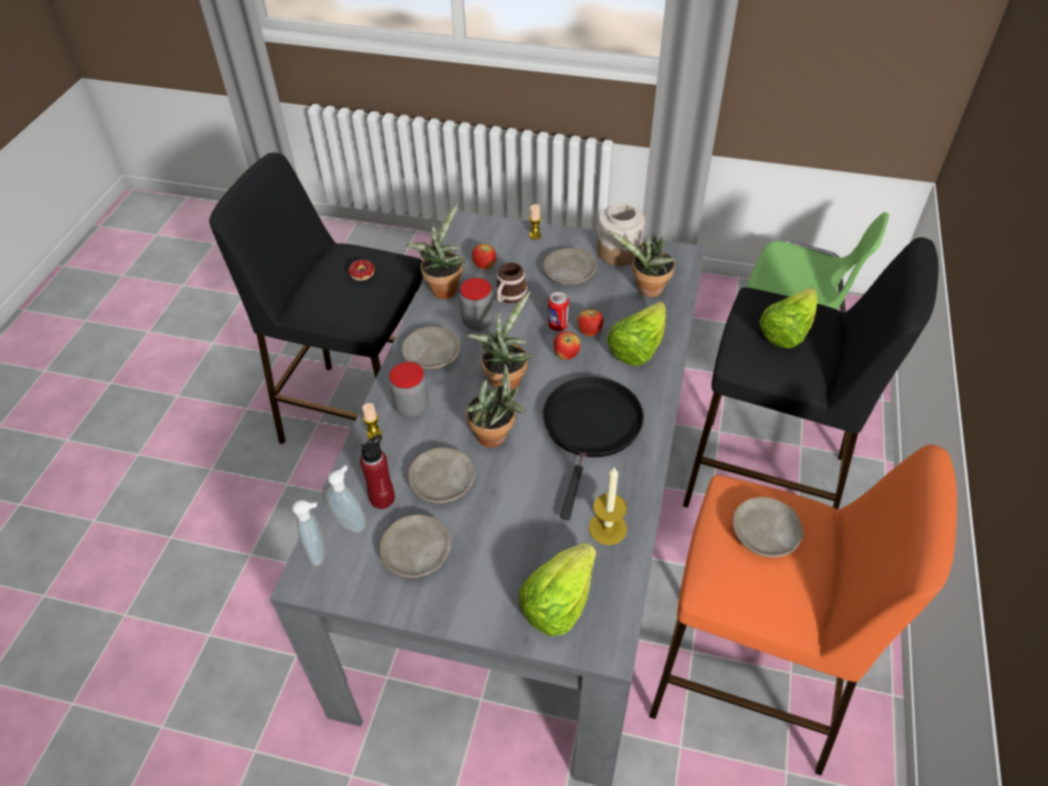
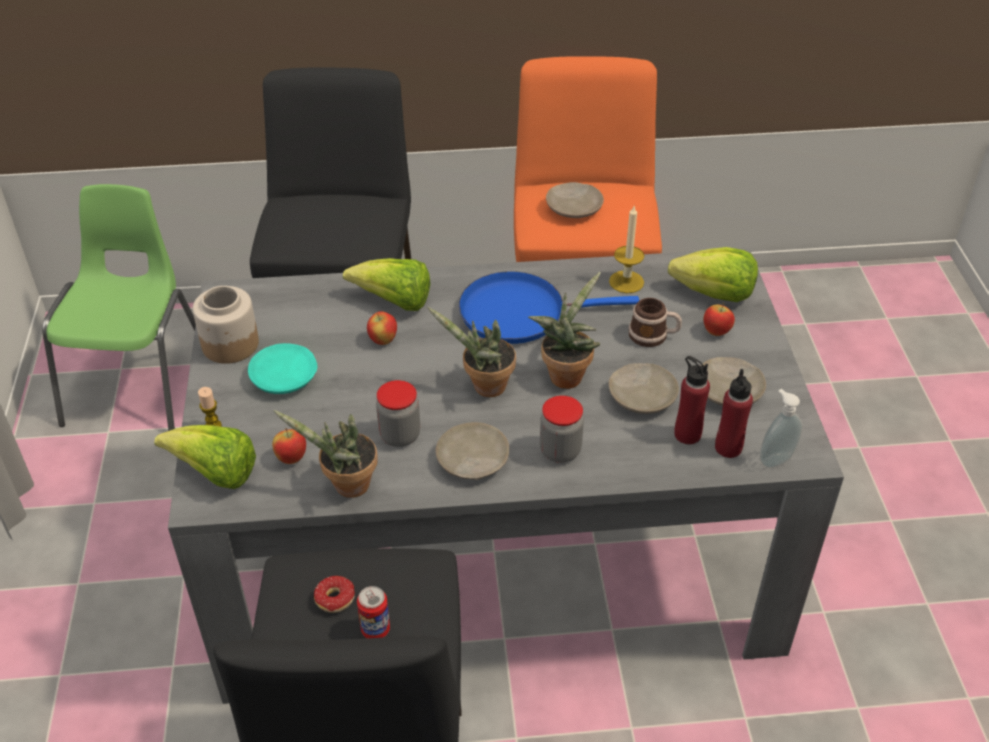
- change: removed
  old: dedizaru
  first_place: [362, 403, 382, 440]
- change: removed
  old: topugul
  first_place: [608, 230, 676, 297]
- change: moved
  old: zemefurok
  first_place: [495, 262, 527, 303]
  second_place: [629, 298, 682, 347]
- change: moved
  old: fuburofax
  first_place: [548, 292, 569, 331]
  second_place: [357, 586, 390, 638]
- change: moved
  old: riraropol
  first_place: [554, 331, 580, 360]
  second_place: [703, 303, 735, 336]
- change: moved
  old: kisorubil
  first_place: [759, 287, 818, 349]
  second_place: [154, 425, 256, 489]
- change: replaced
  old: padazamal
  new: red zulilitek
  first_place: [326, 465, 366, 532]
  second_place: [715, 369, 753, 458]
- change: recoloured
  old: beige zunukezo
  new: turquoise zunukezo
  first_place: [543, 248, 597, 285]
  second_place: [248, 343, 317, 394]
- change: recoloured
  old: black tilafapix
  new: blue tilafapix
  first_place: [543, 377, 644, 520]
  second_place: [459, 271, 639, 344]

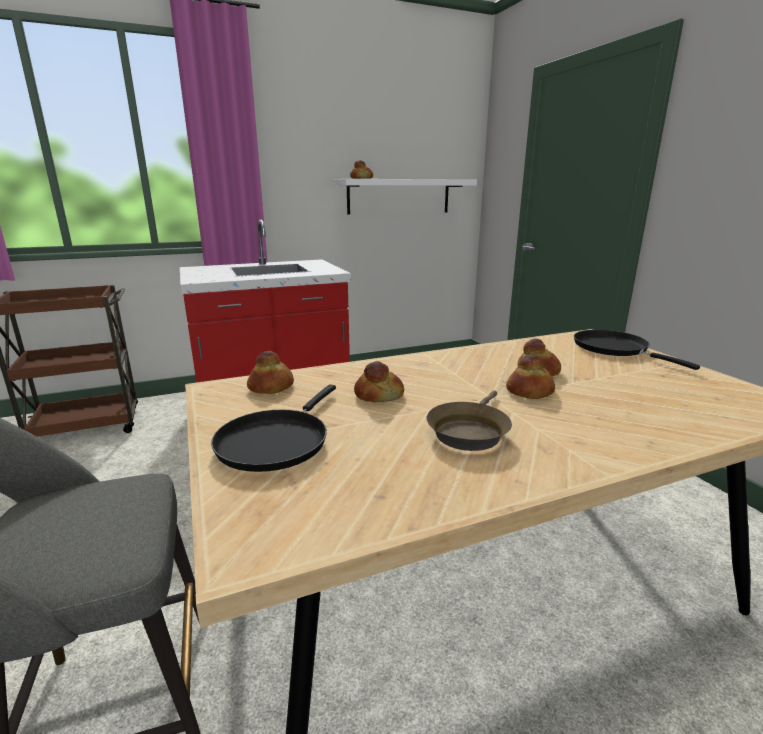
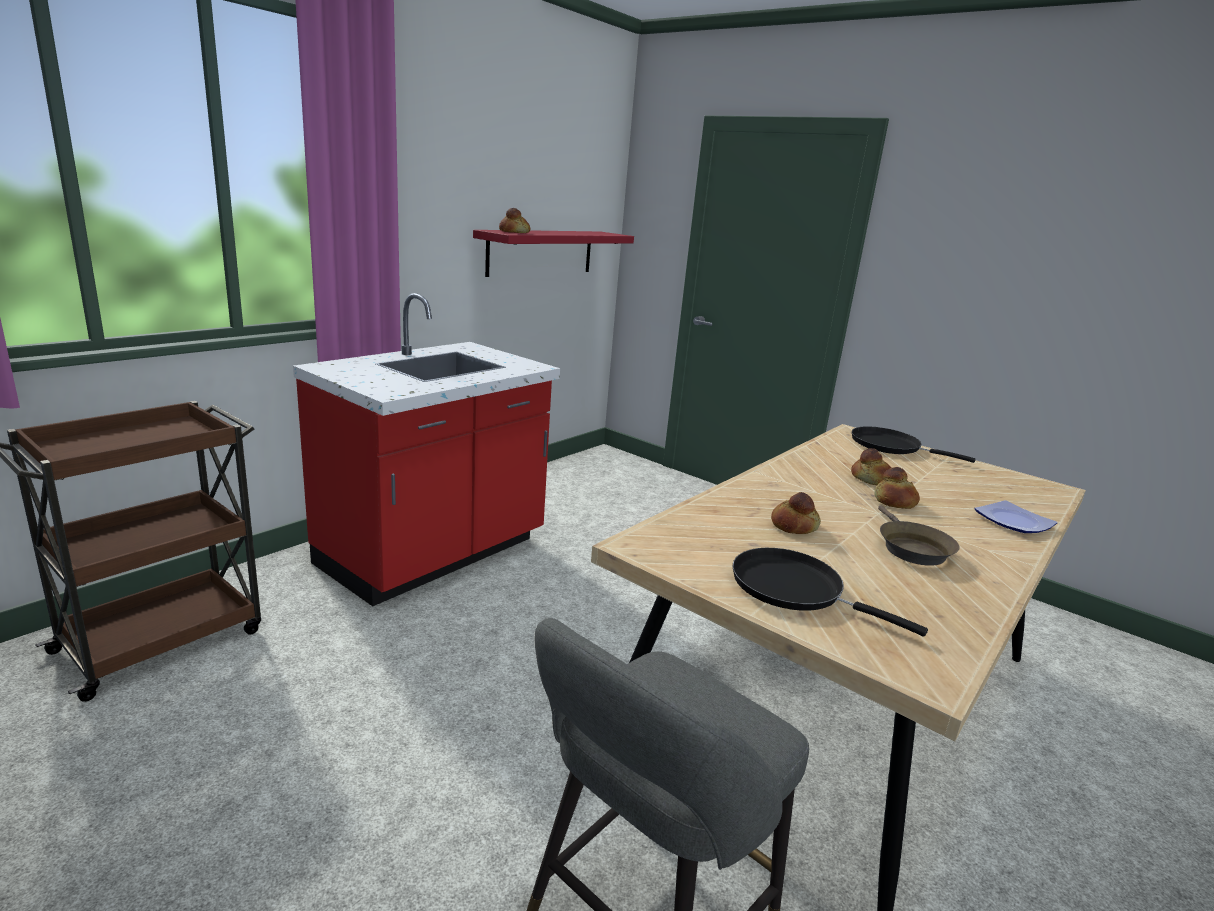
- change: removed
  old: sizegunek
  first_place: [247, 351, 294, 394]
- change: added
  new: zunukezo
  second_place: [974, 500, 1058, 533]
- change: recoloured
  old: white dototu
  new: red dototu
  first_place: [334, 179, 477, 215]
  second_place: [473, 230, 634, 277]
- change: turned
  old: black tilafapix
  first_place: [211, 384, 336, 472]
  second_place: [732, 548, 928, 637]
  degrees: 135

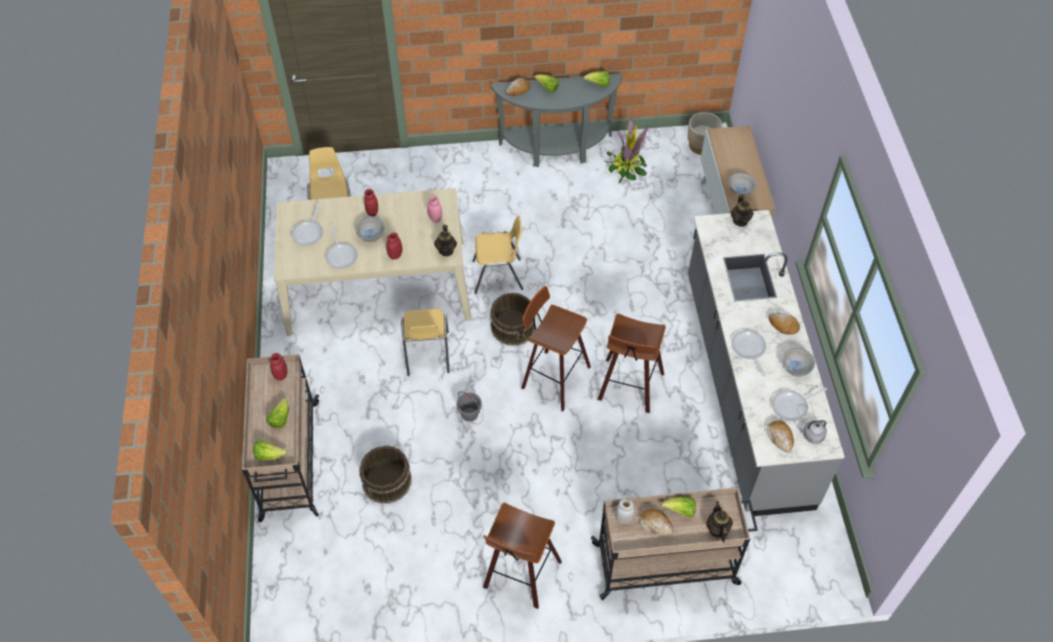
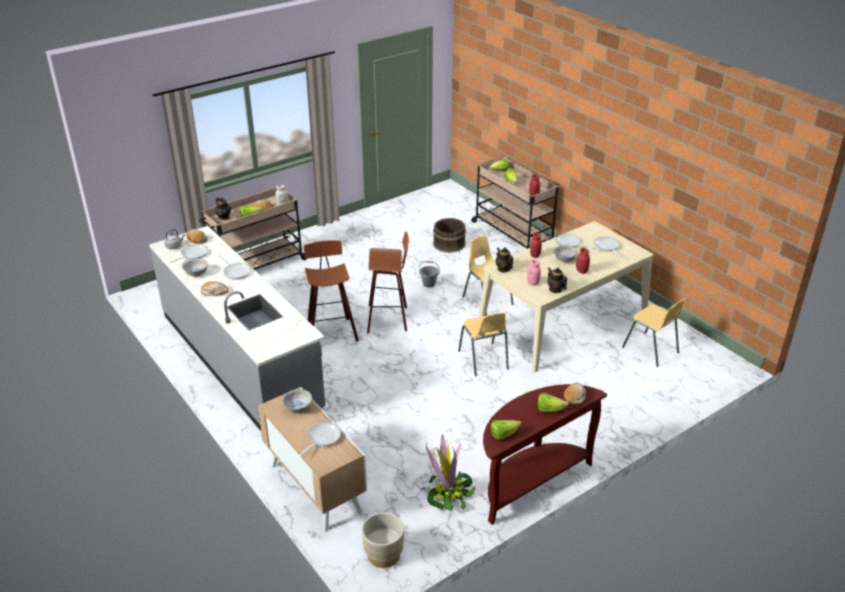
- change: removed
  old: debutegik
  first_place: [483, 503, 562, 609]
- change: removed
  old: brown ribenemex
  first_place: [490, 293, 535, 346]
- change: added
  new: tilafapix
  second_place: [299, 422, 341, 456]
- change: moved
  old: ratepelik
  first_place: [731, 195, 753, 227]
  second_place: [548, 267, 567, 293]
- change: recoloured
  old: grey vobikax
  new: brown vobikax
  first_place: [491, 73, 622, 167]
  second_place: [483, 384, 607, 525]
- change: turned
  old: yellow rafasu
  first_place: [473, 216, 523, 294]
  second_place: [458, 312, 509, 377]
  degrees: -75

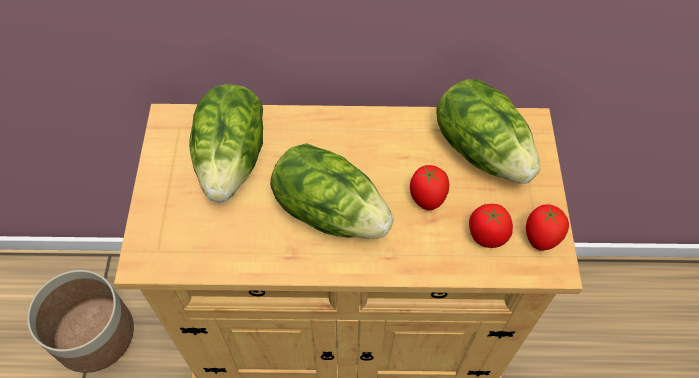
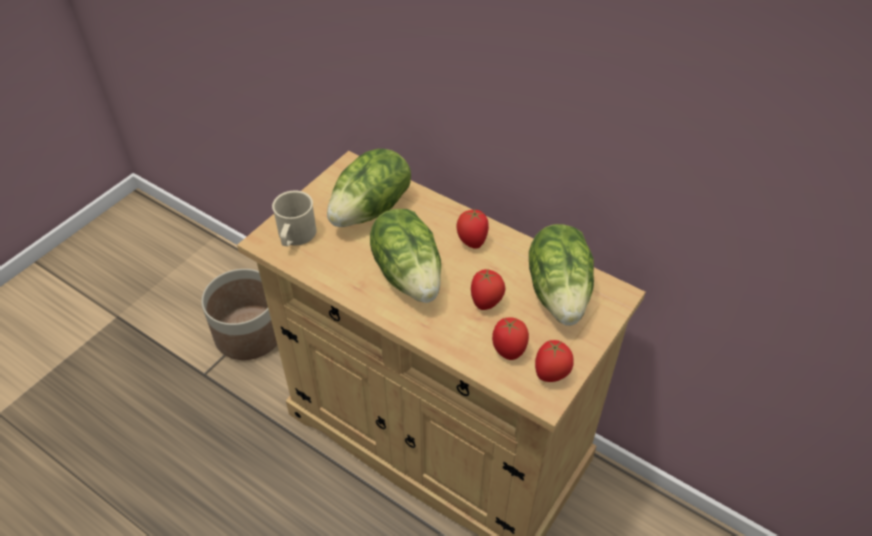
- change: added
  new: beige zemefurok
  second_place: [272, 190, 316, 246]
- change: added
  new: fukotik
  second_place: [456, 209, 489, 249]

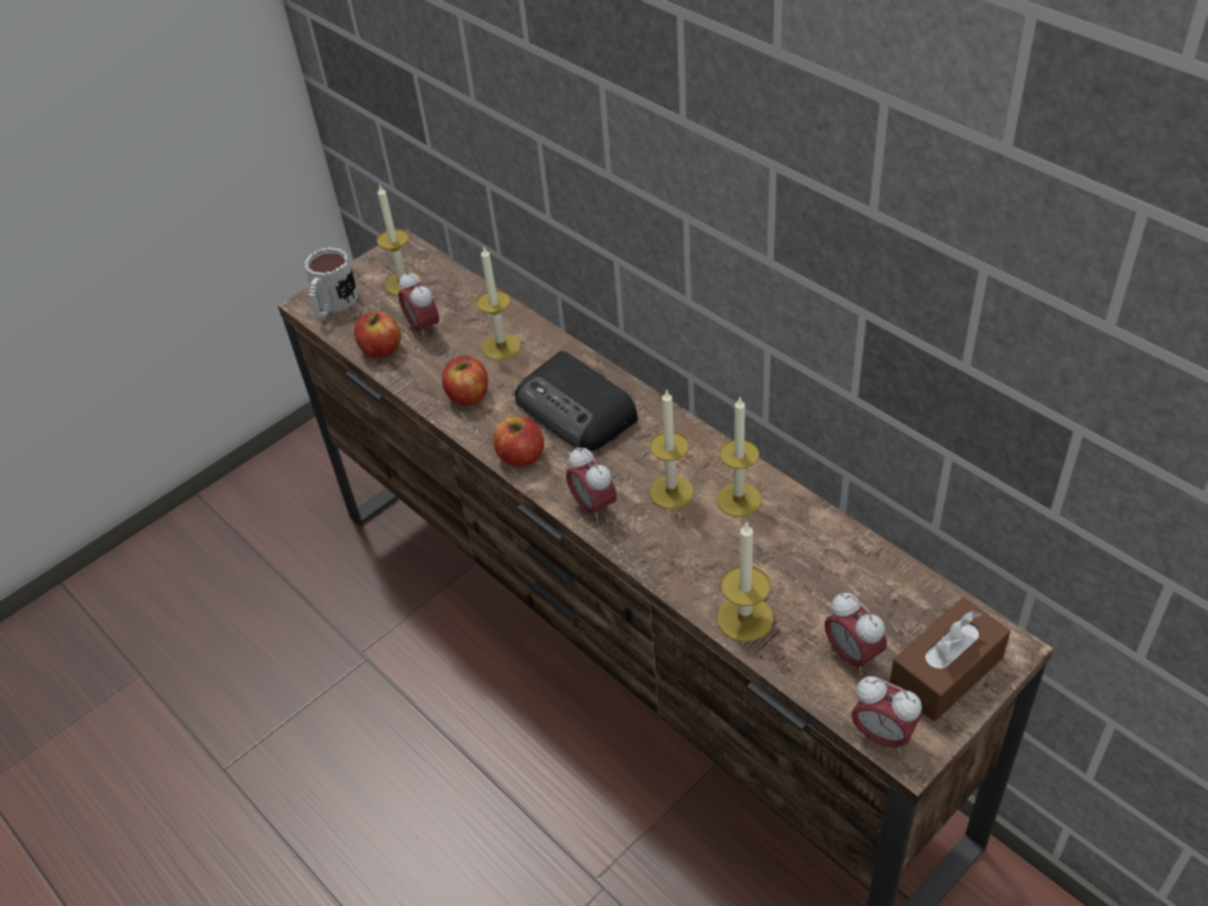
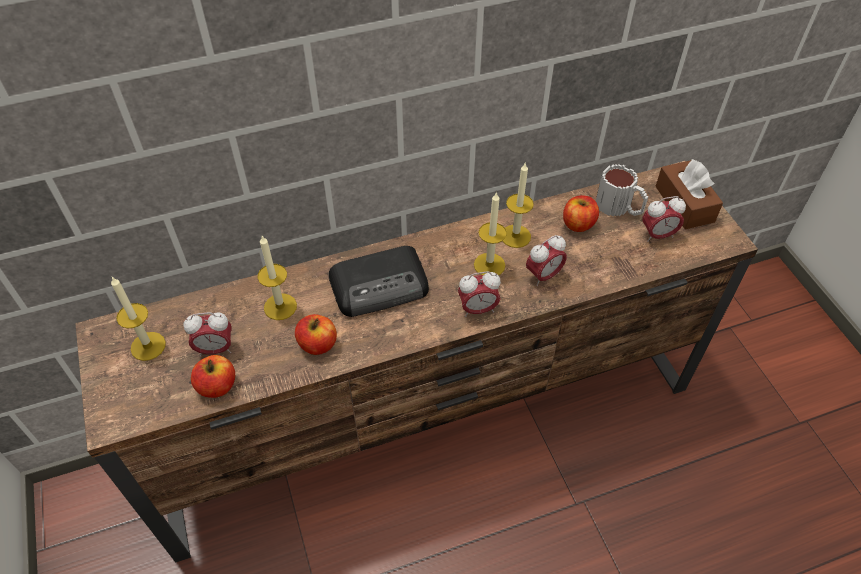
- change: removed
  old: dedizaru
  first_place: [717, 521, 774, 642]
- change: moved
  old: zemefurok
  first_place: [304, 247, 359, 318]
  second_place: [596, 164, 649, 217]
- change: moved
  old: riraropol
  first_place: [493, 417, 544, 467]
  second_place: [563, 195, 599, 232]
- change: moved
  old: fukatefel
  first_place: [851, 676, 922, 753]
  second_place: [526, 235, 567, 286]

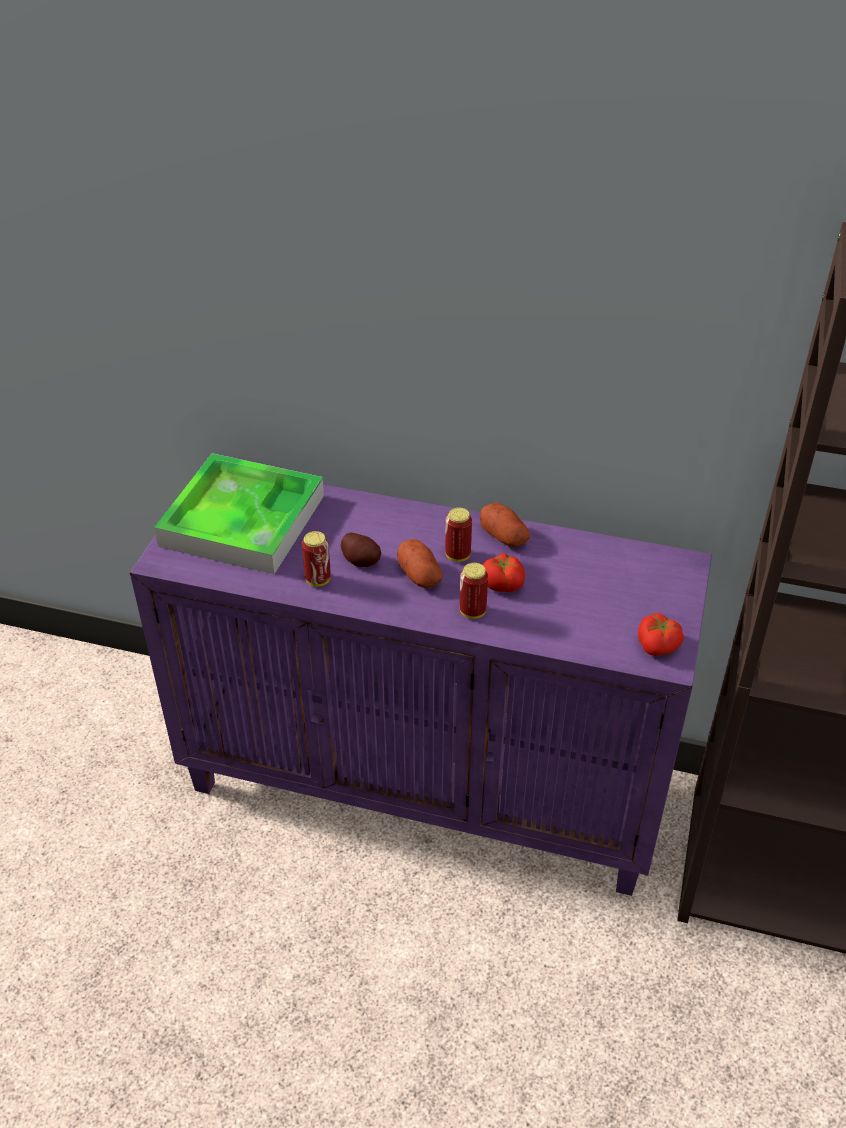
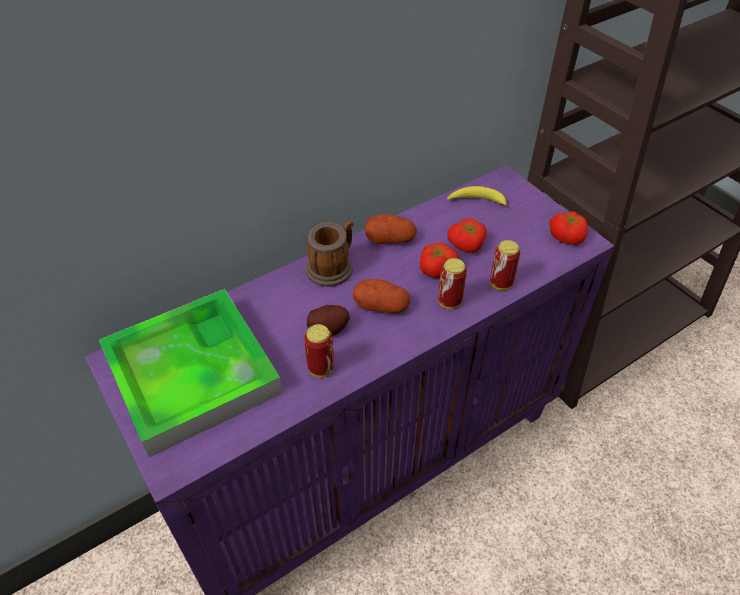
- change: added
  new: zemefurok
  second_place: [306, 221, 354, 287]
- change: added
  new: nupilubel
  second_place: [447, 186, 508, 208]
- change: added
  new: fukotik
  second_place: [447, 218, 487, 253]
- change: moved
  old: fuburofax
  first_place: [445, 507, 472, 562]
  second_place: [490, 240, 520, 290]

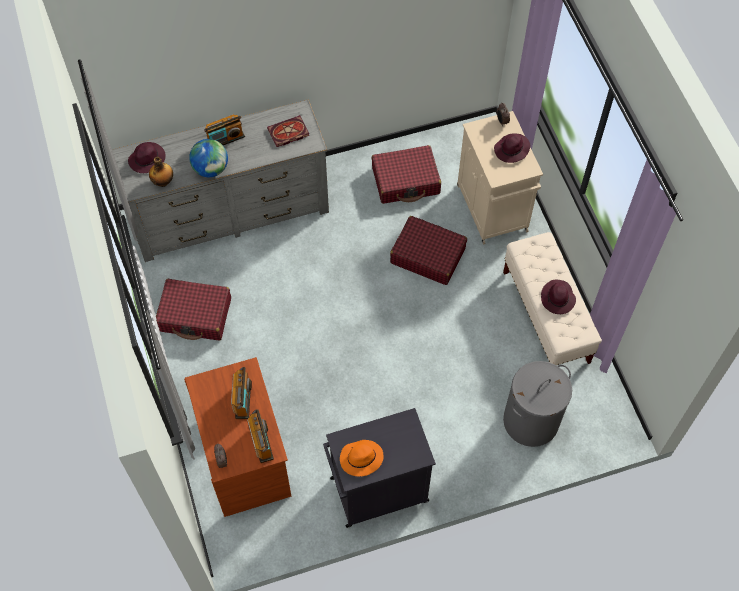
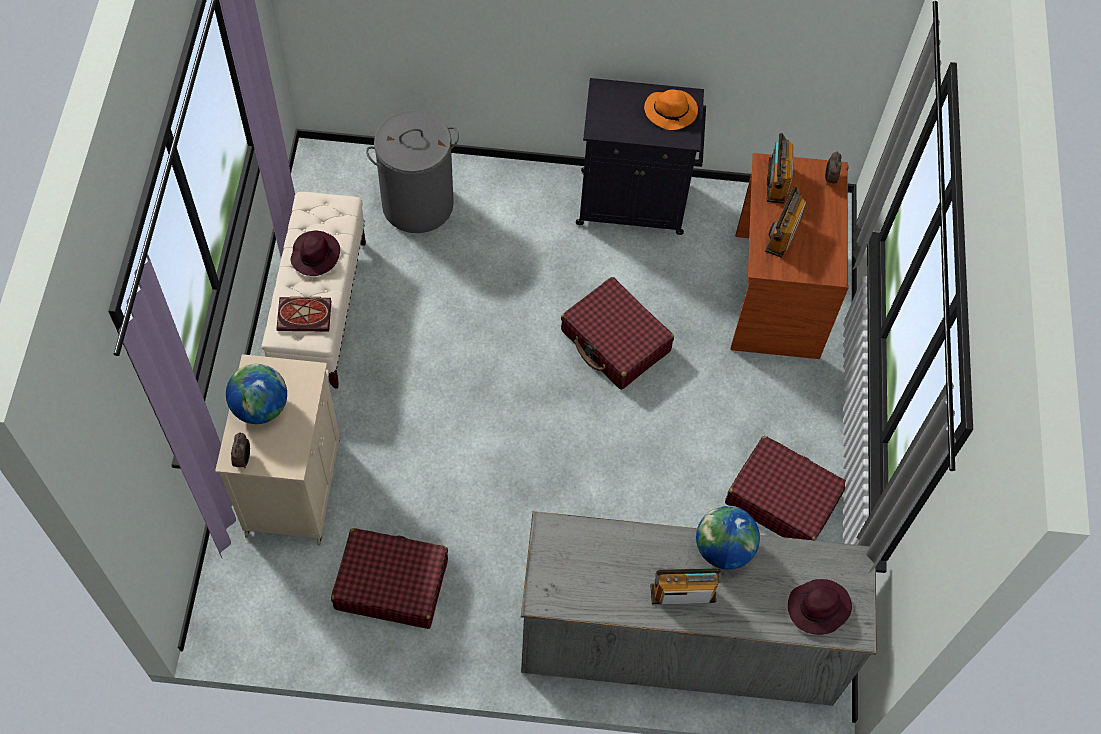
- change: removed
  old: zulilitek
  first_place: [149, 157, 173, 187]
- change: moved
  old: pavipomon
  first_place: [267, 115, 310, 147]
  second_place: [276, 296, 332, 332]
- change: moved
  old: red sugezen
  first_place: [390, 216, 467, 285]
  second_place: [561, 277, 674, 390]
- change: replaced
  old: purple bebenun
  new: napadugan
  first_place: [494, 133, 530, 163]
  second_place: [226, 364, 287, 424]

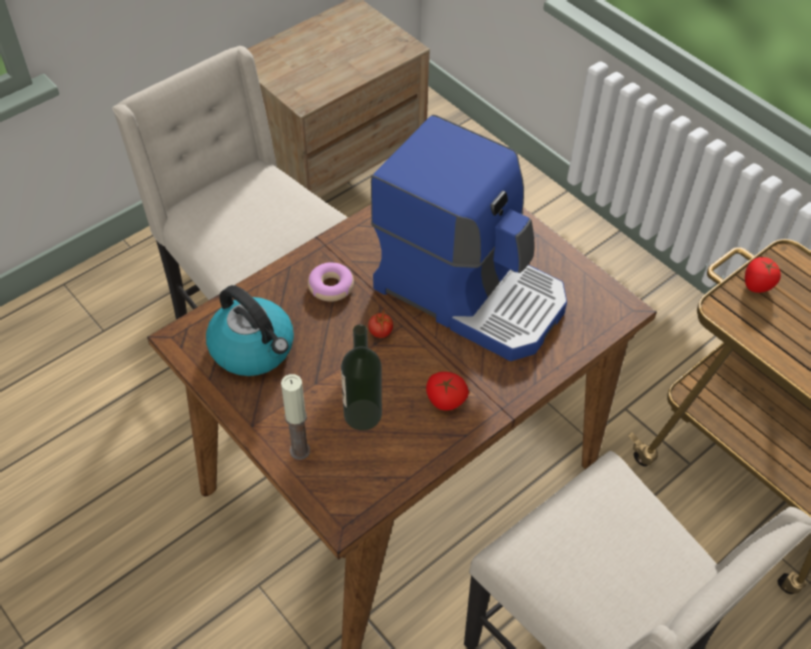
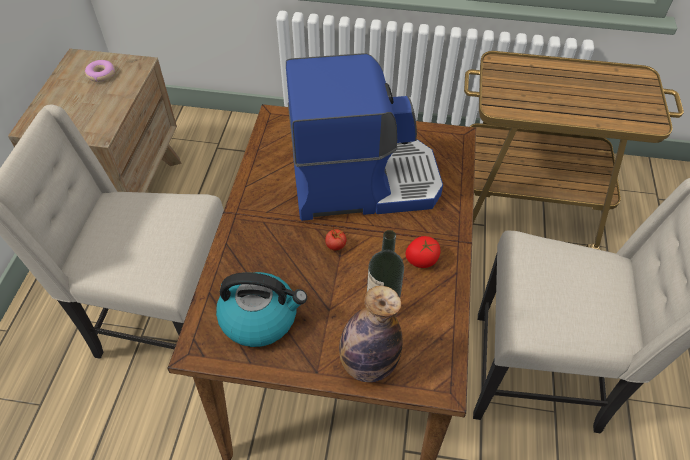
- change: removed
  old: fukotik
  first_place: [745, 257, 781, 293]
- change: moved
  old: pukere
  first_place: [308, 262, 354, 302]
  second_place: [85, 60, 115, 82]
- change: replaced
  old: dedizaru
  new: zulilitek
  first_place: [281, 374, 310, 460]
  second_place: [339, 286, 403, 382]

